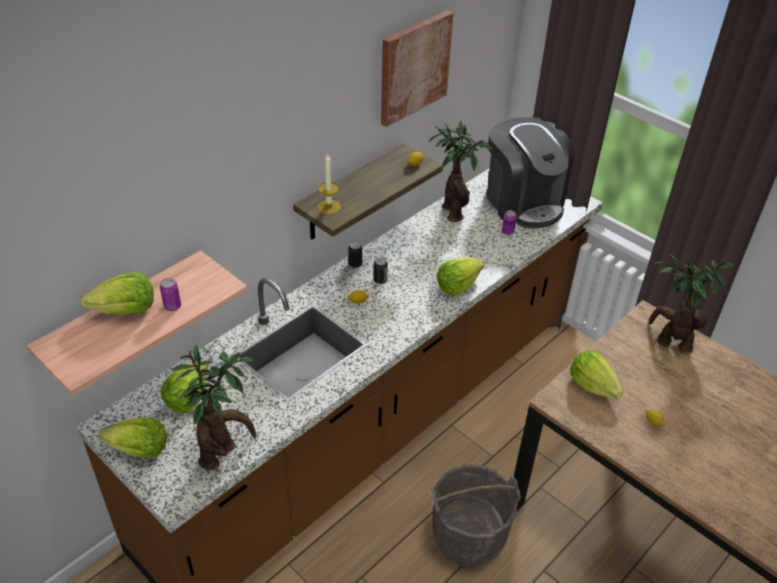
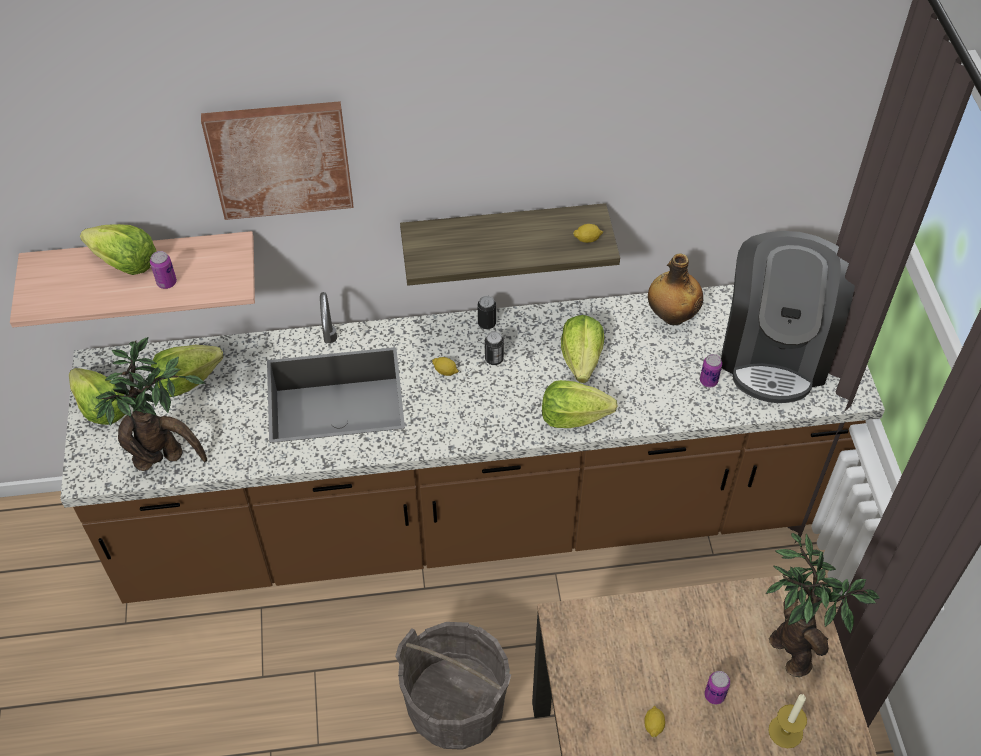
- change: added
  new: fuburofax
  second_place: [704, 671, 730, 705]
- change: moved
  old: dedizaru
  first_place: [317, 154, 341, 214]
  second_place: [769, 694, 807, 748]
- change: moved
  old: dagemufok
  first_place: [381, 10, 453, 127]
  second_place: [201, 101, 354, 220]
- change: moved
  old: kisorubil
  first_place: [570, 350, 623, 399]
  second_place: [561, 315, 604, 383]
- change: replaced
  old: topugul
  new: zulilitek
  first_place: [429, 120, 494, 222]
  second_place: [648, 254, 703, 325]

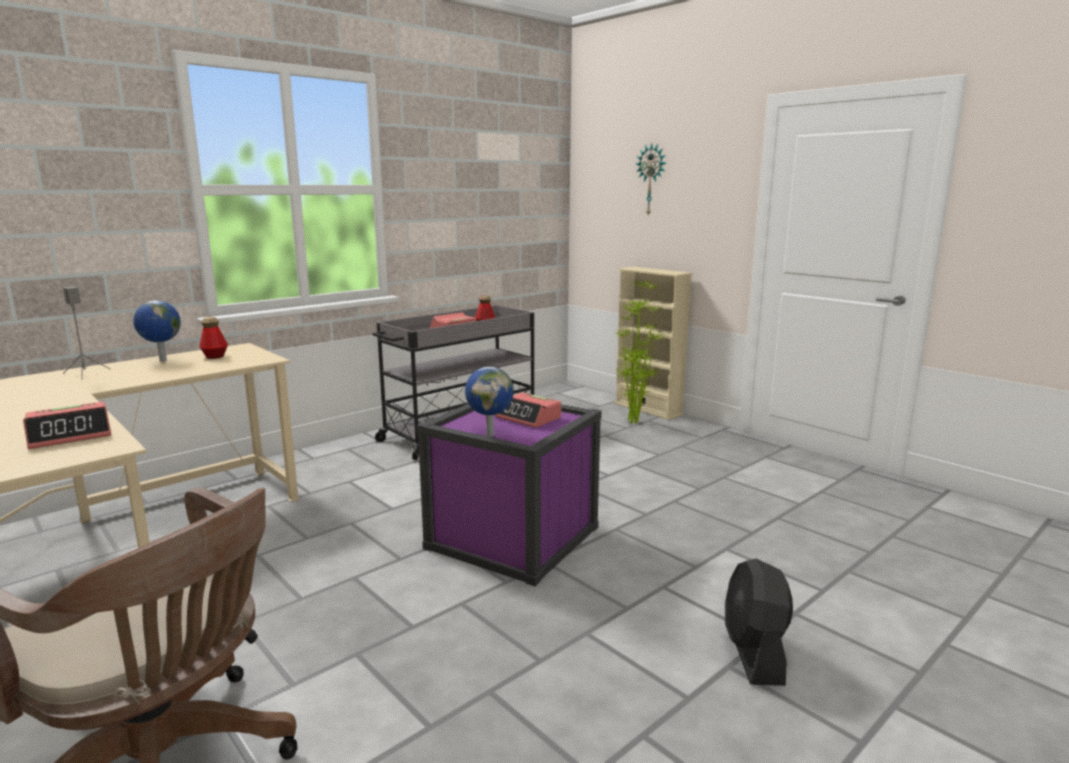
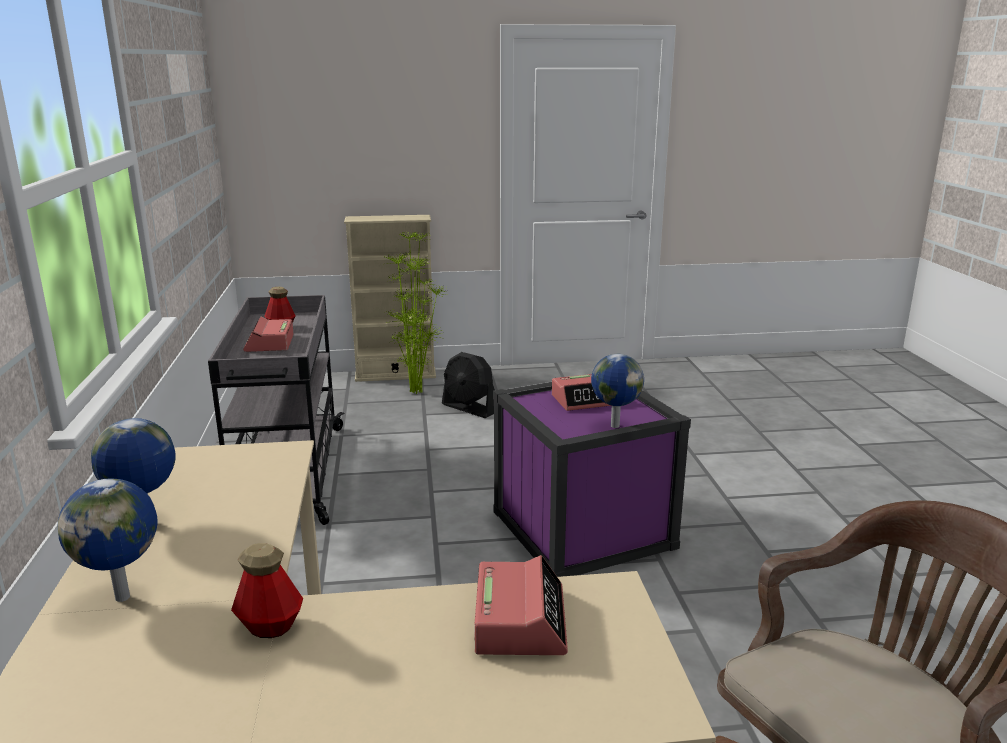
- change: removed
  old: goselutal
  first_place: [636, 143, 666, 217]
- change: moved
  old: zulilitek
  first_place: [199, 317, 228, 359]
  second_place: [231, 543, 303, 638]
- change: moved
  old: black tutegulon
  first_place: [725, 559, 793, 686]
  second_place: [442, 352, 495, 418]
- change: replaced
  old: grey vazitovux
  new: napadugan
  first_place: [63, 287, 110, 380]
  second_place: [58, 478, 158, 602]

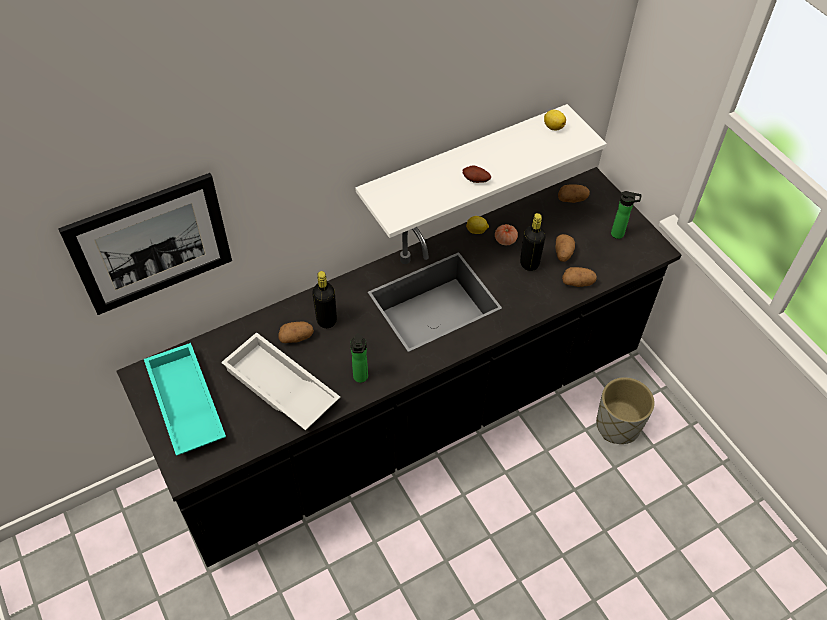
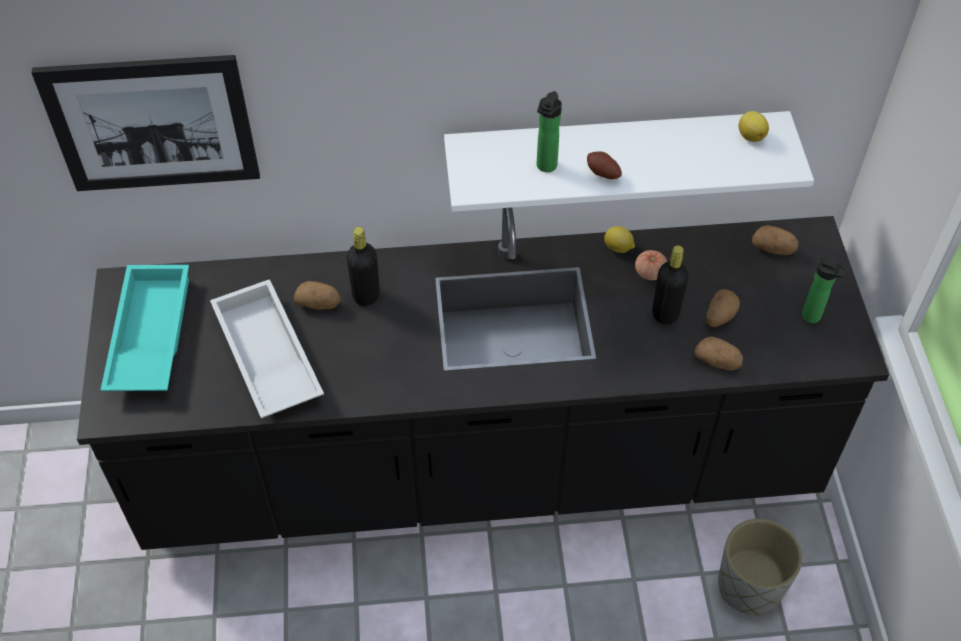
- change: moved
  old: zulilitek
  first_place: [350, 333, 368, 383]
  second_place: [537, 91, 562, 172]

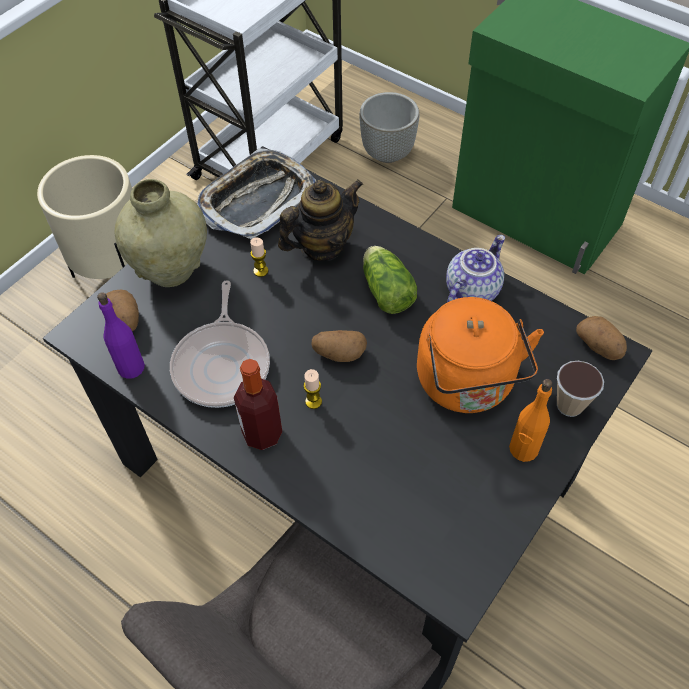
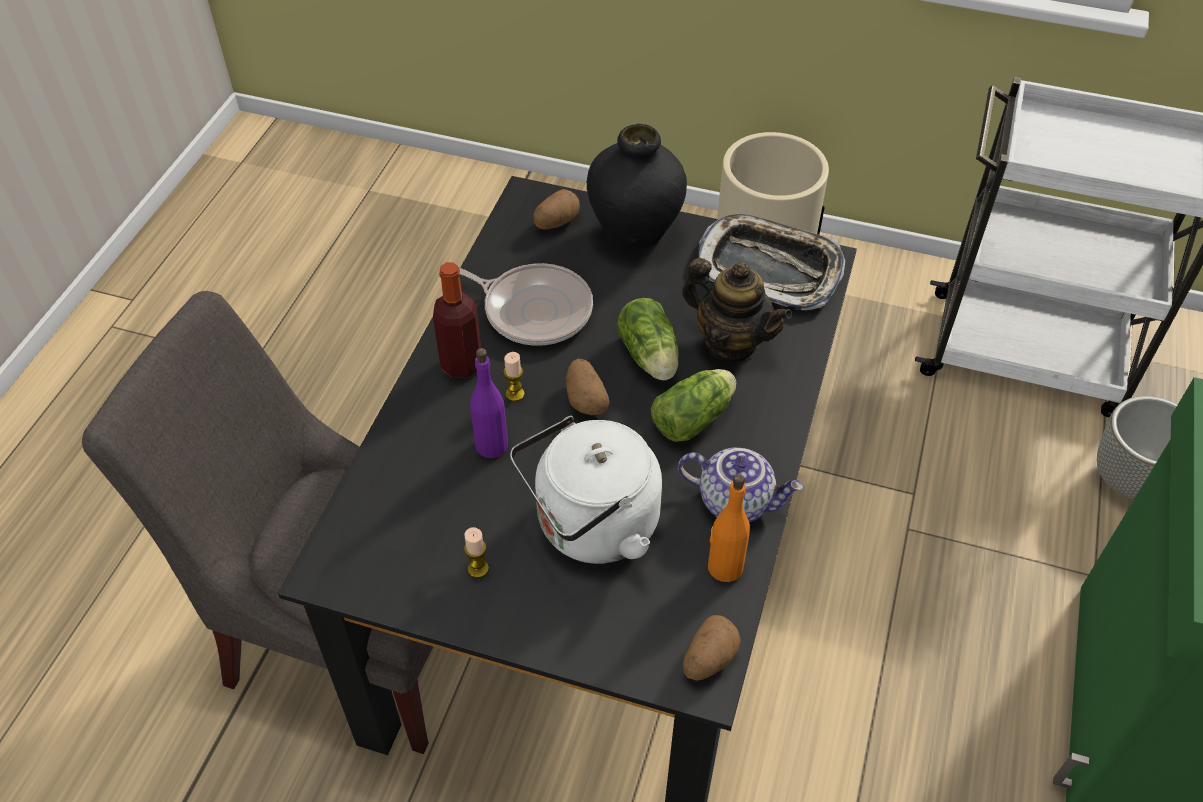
- change: removed
  old: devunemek
  first_place: [557, 361, 604, 417]
- change: added
  new: kisorubil
  second_place: [617, 298, 679, 380]
- change: moved
  old: purple zulilitek
  first_place: [97, 292, 145, 379]
  second_place: [470, 348, 508, 458]
- change: moved
  old: dedizaru
  first_place: [250, 237, 268, 277]
  second_place: [464, 527, 489, 578]
- change: moved
  old: orange zulilitek
  first_place: [509, 379, 553, 462]
  second_place: [708, 474, 750, 582]
- change: recoloured
  old: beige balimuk
  new: black balimuk
  first_place: [115, 179, 207, 287]
  second_place: [587, 124, 687, 249]
- change: recoloured
  old: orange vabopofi
  new: white vabopofi
  first_place: [417, 297, 544, 413]
  second_place: [510, 416, 662, 564]
- change: turned
  old: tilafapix
  first_place: [170, 280, 270, 408]
  second_place: [459, 263, 593, 346]
  degrees: -135

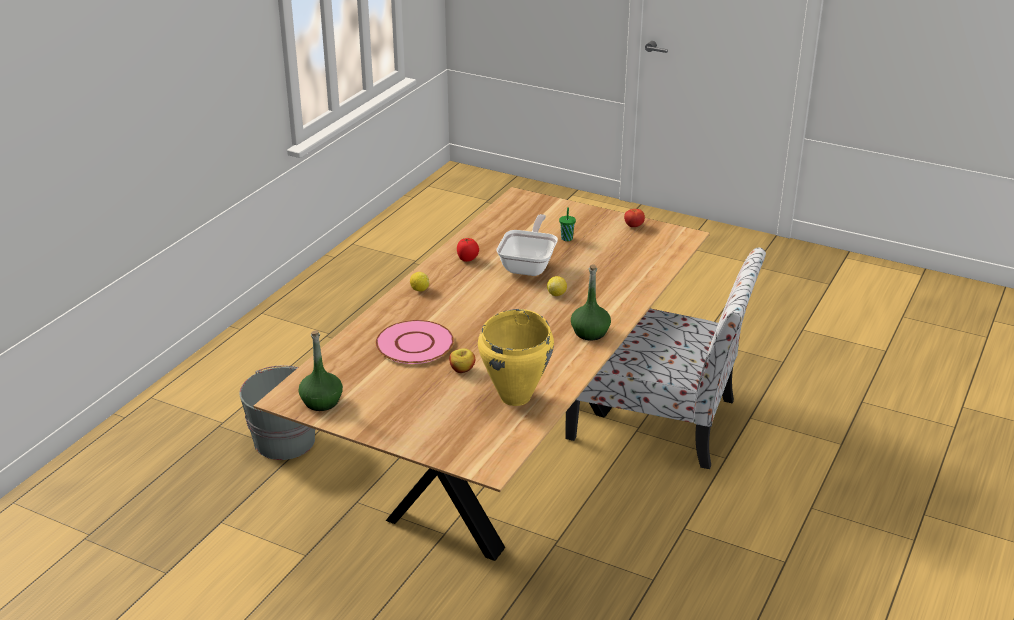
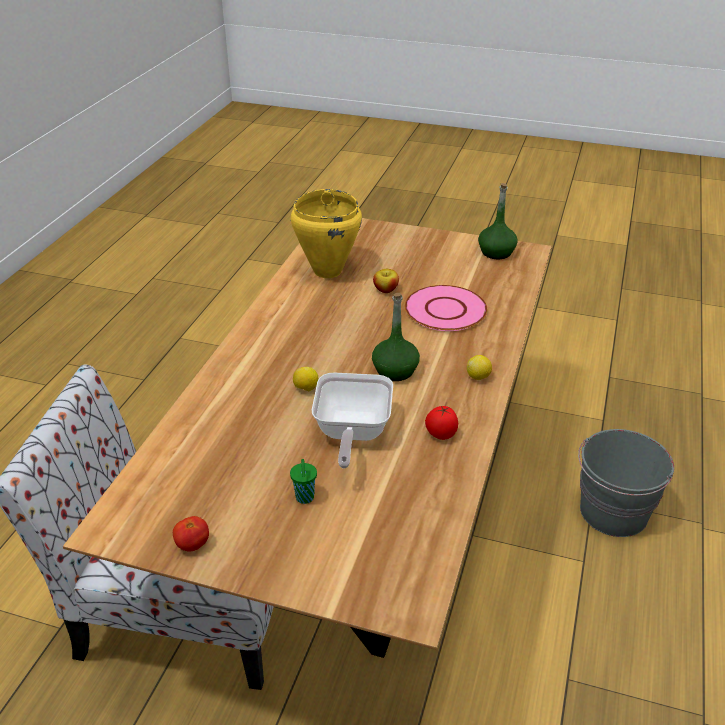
- change: moved
  old: green zulilitek
  first_place: [571, 264, 611, 340]
  second_place: [372, 293, 420, 381]

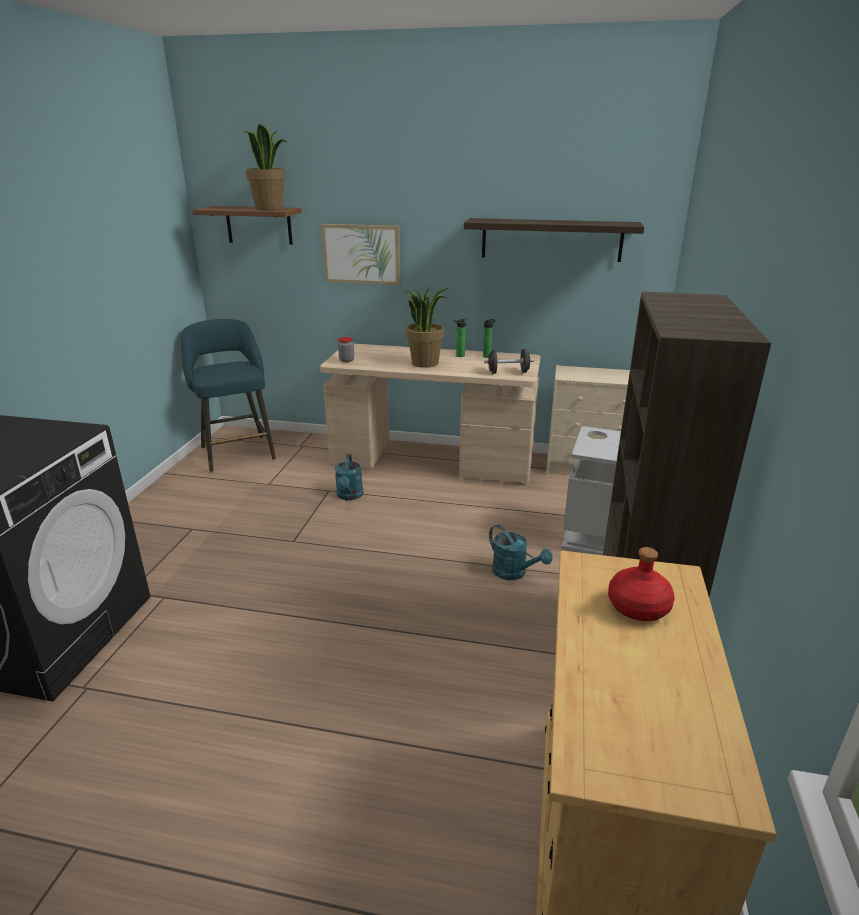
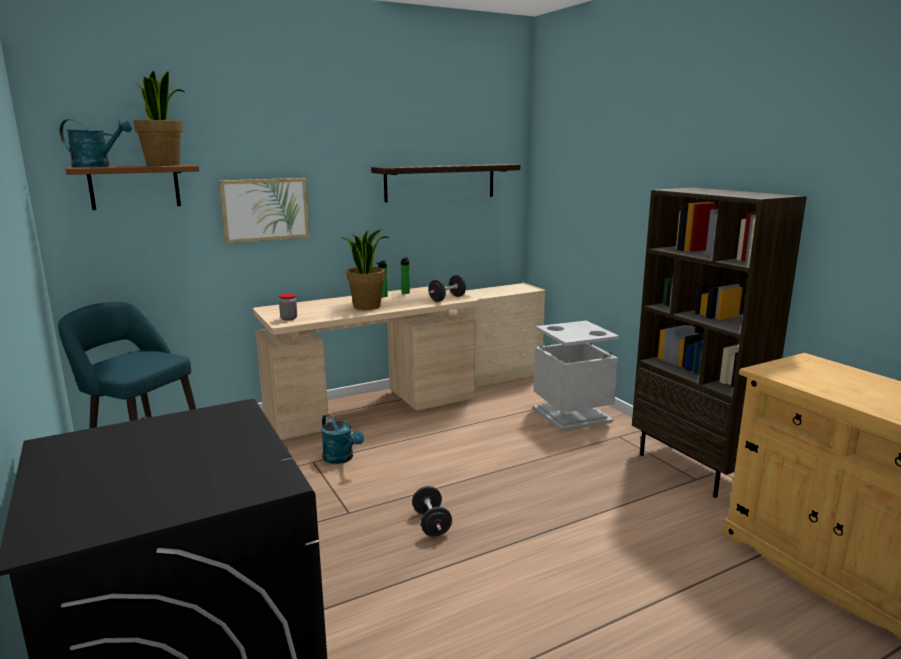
- change: removed
  old: red zulilitek
  first_place: [608, 547, 675, 621]
- change: added
  new: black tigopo
  second_place: [412, 486, 452, 537]
- change: moved
  old: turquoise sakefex
  first_place: [489, 525, 552, 580]
  second_place: [60, 118, 132, 167]

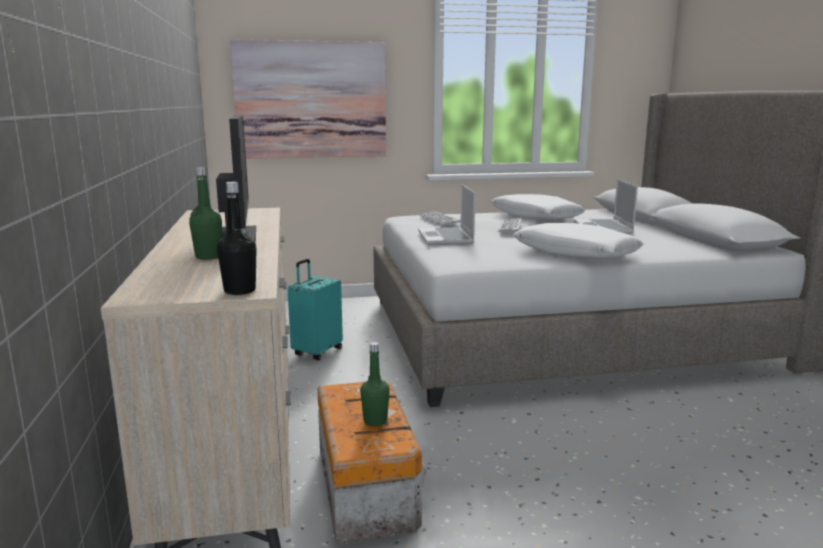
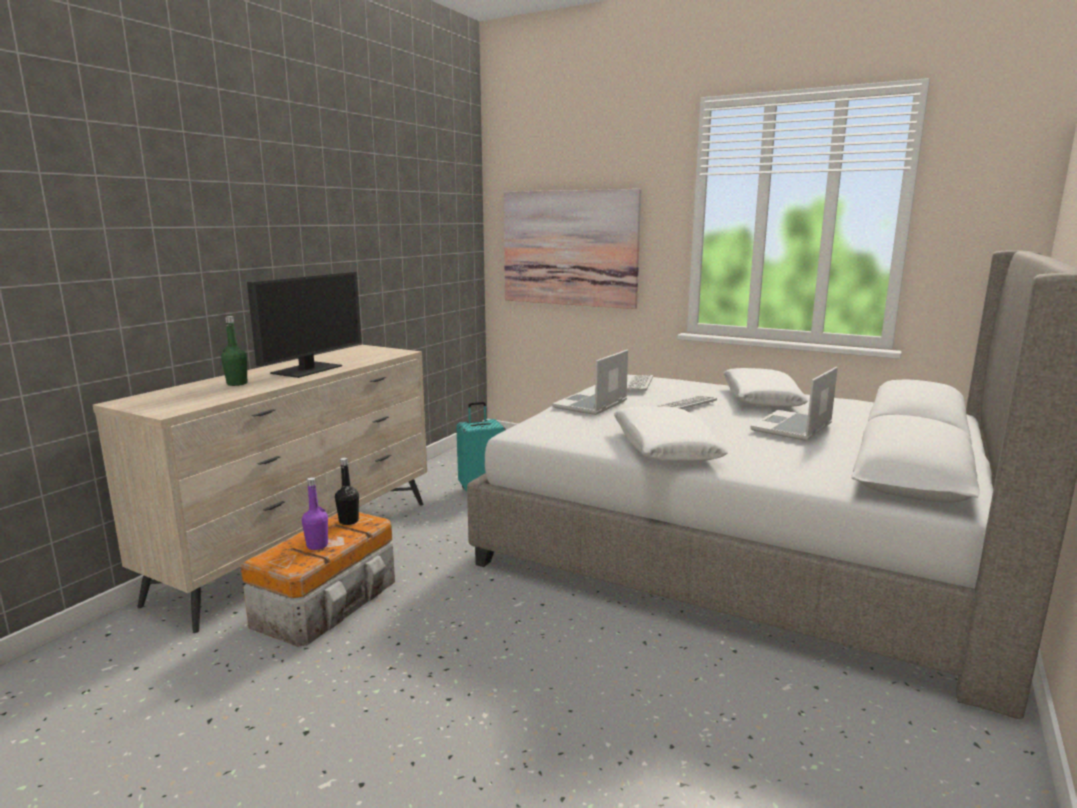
- change: moved
  old: black zulilitek
  first_place: [217, 182, 257, 295]
  second_place: [335, 458, 359, 525]
- change: recoloured
  old: green zulilitek
  new: purple zulilitek
  first_place: [360, 342, 390, 426]
  second_place: [302, 477, 328, 550]

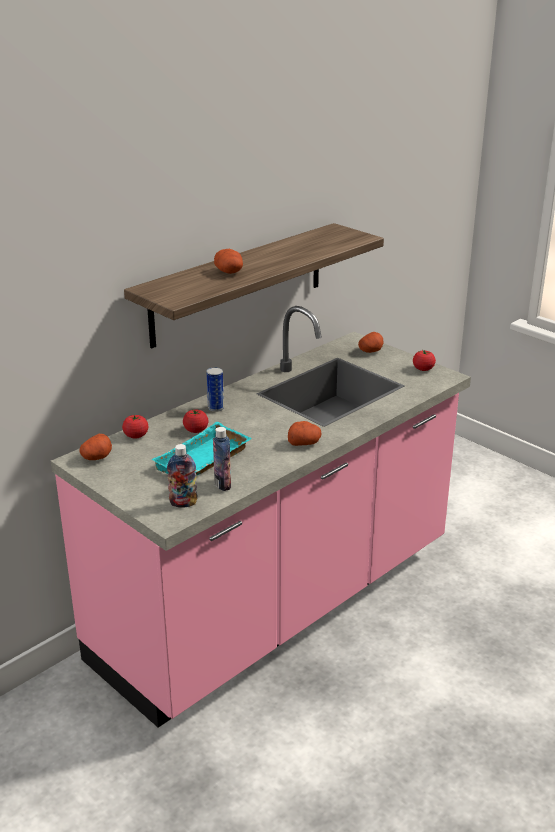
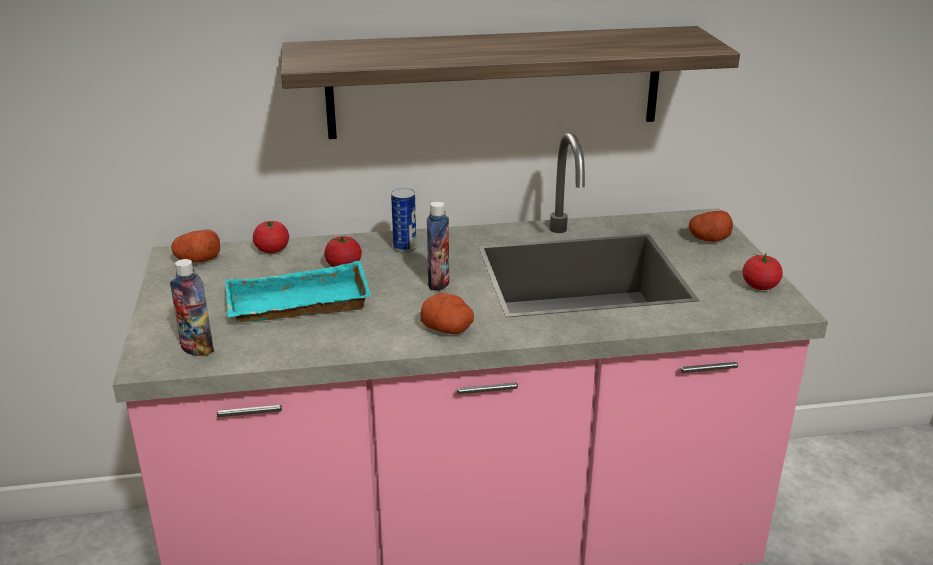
- change: removed
  old: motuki
  first_place: [214, 249, 243, 274]
- change: moved
  old: zulilitek
  first_place: [213, 427, 231, 491]
  second_place: [427, 201, 449, 291]

